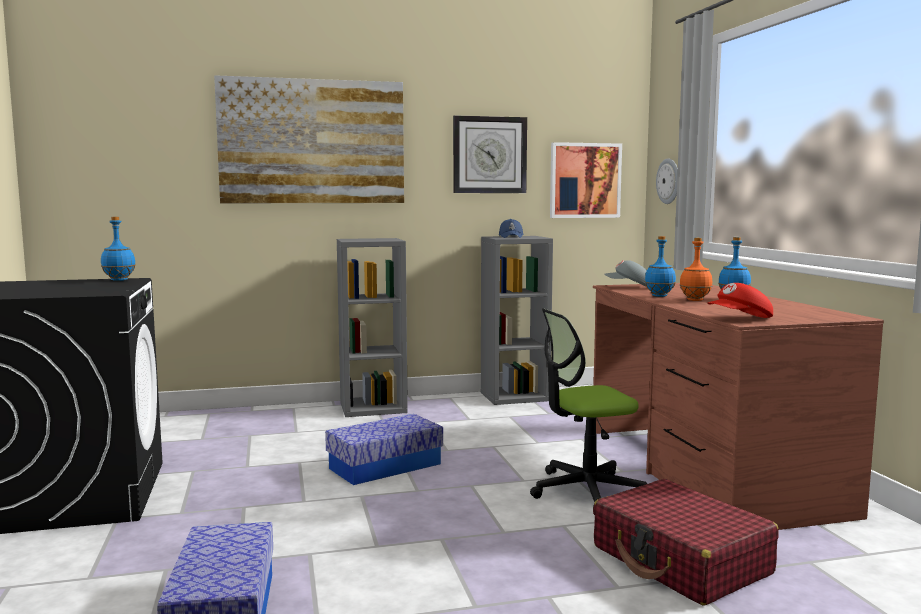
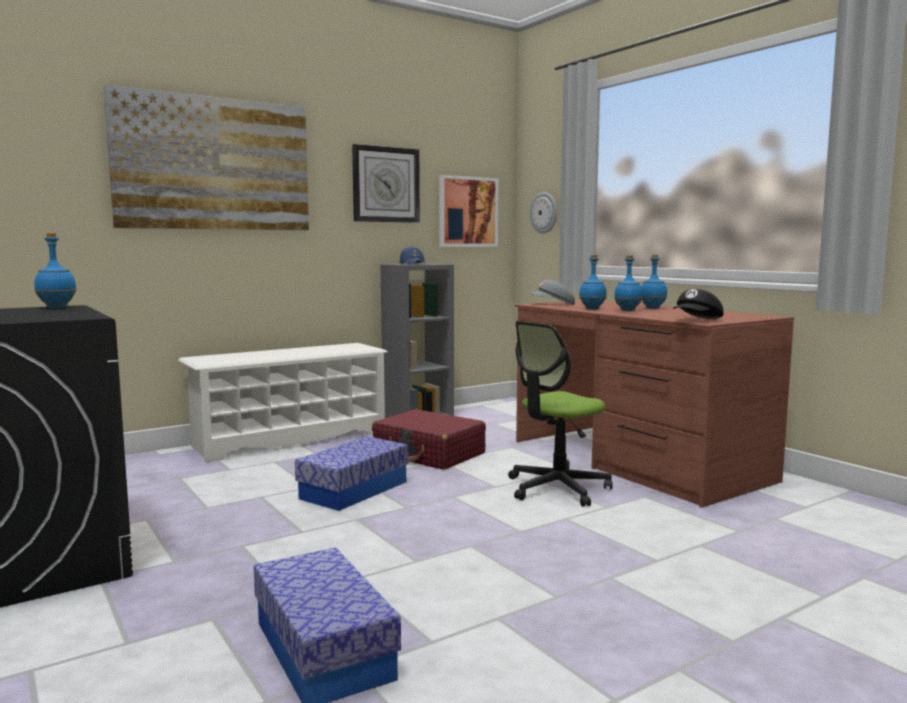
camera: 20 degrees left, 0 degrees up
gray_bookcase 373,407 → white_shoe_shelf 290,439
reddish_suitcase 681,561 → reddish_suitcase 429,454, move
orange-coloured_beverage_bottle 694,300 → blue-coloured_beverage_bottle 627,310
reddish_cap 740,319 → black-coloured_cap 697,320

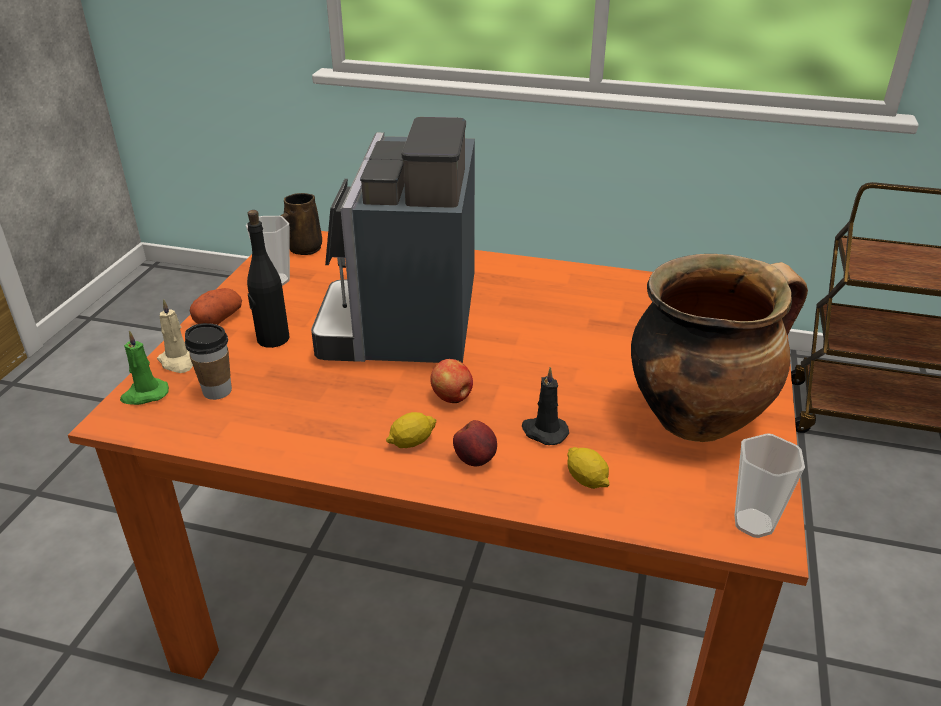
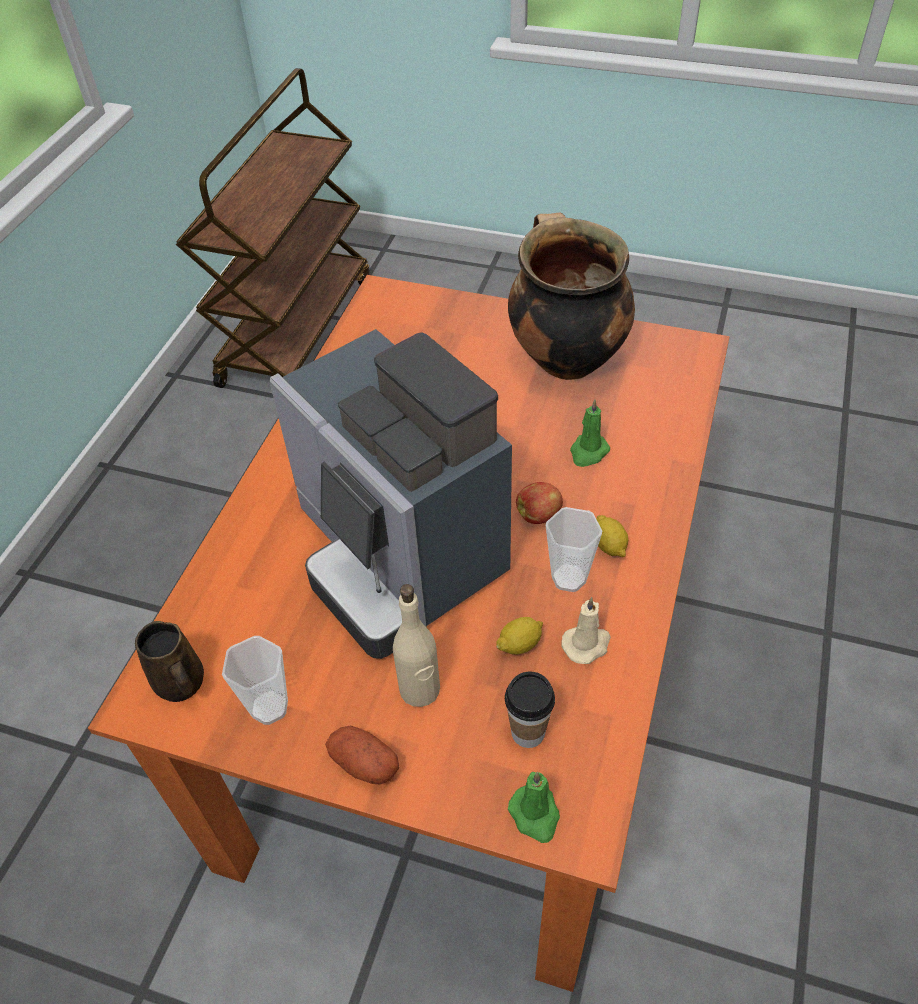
camera: 85 degrees left, 15 degrees up
coffee_maker 406,323 → coffee_maker 397,556, 45 degrees clockwise
black-coloured_beverage_bottle 272,339 → beige_beverage_bottle 420,690
citrus_fruit 586,480 → citrus_fruit 520,644, move
small_cup 753,523 → small_cup 569,578, move
beige_candle 179,361 → beige_candle 587,644, move
black-coloured_candle 544,431 → green-coloured_candle 588,452
apple_fruit 476,460 → -

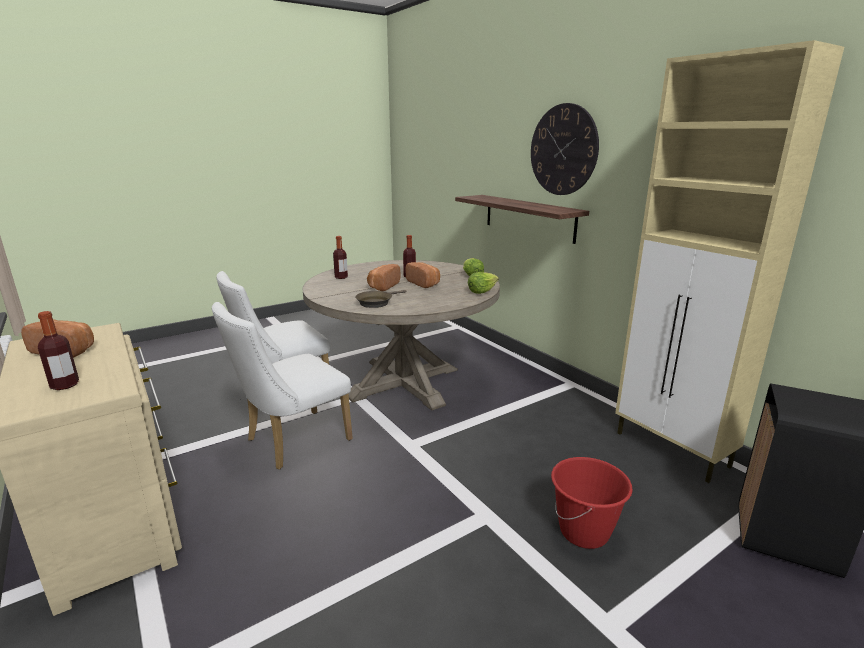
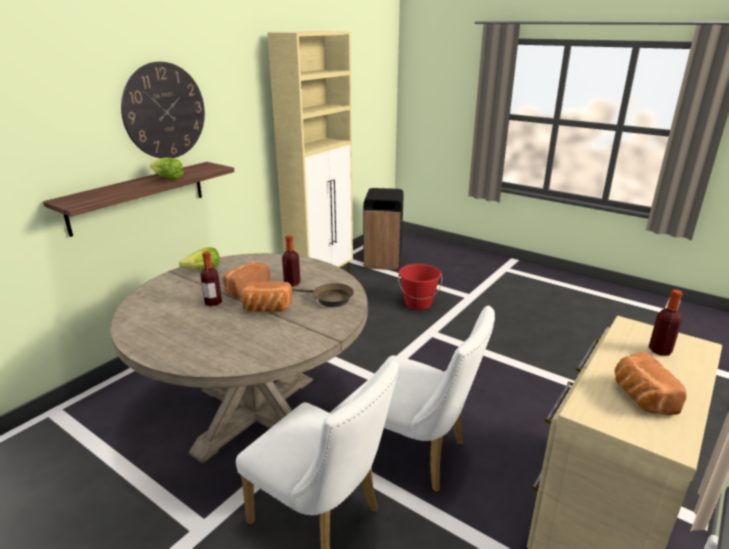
camera: 110 degrees left, 5 degrees up
lettuce 482,291 → lettuce 167,178, move
beverage_bottle 341,277 → beverage_bottle 292,283, move

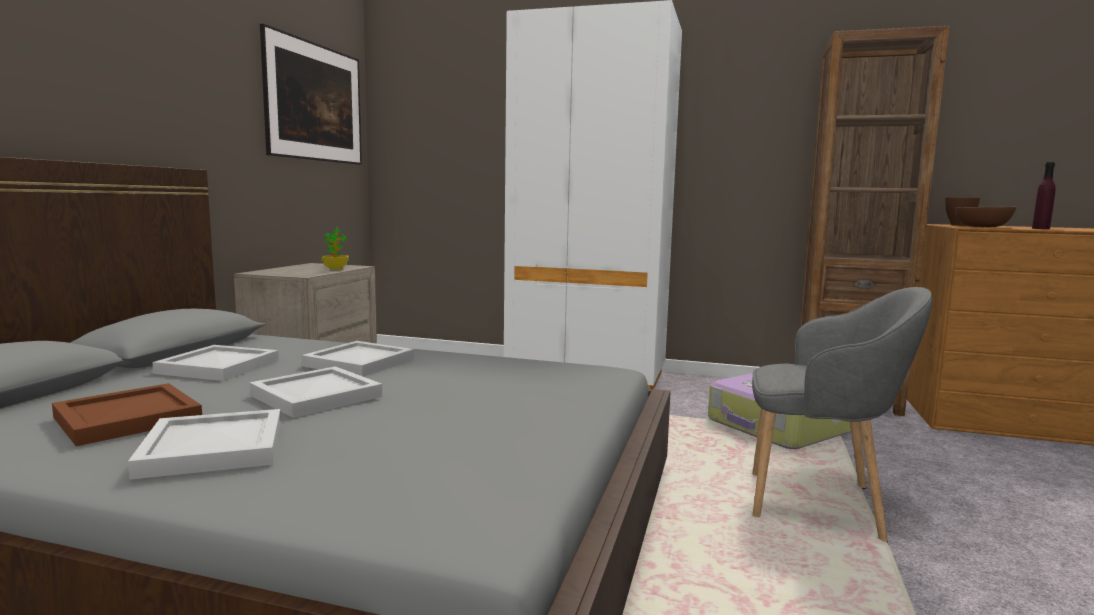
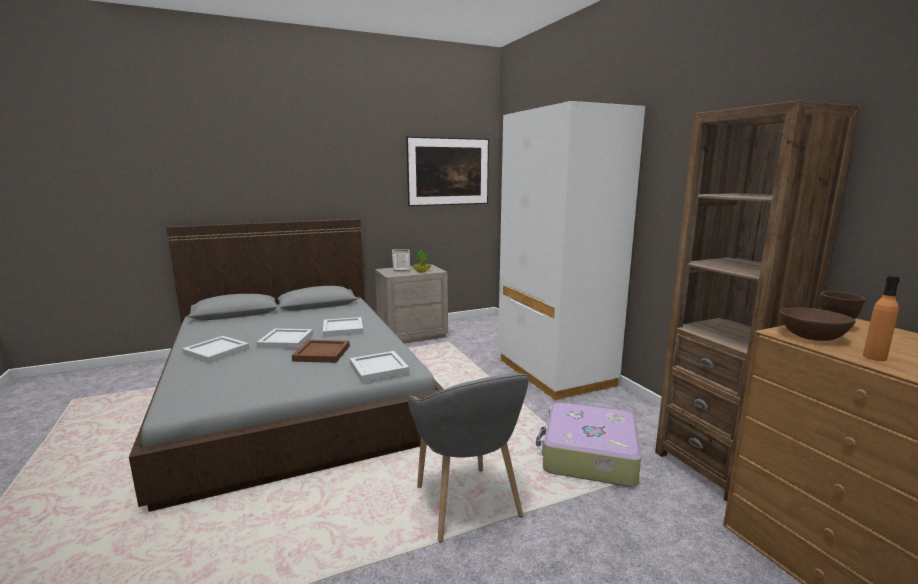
camera: 50 degrees right, 5 degrees up
brown-coloured_carrying_tray 125,418 → brown-coloured_carrying_tray 321,353, move
white_carrying_tray 220,366 → white_carrying_tray 379,369, move
- → picture_frame 401,270
purple_beverage_bottle 1040,228 → orange-coloured_beverage_bottle 874,357

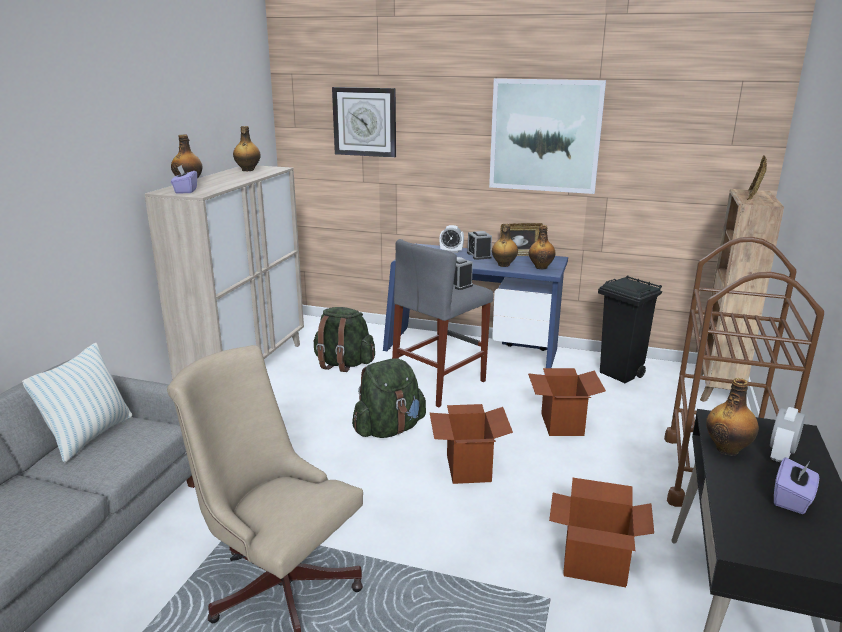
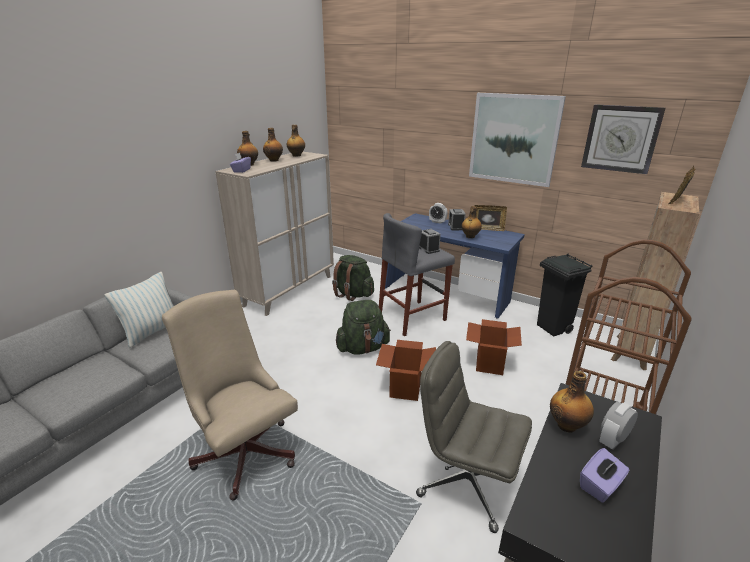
camera: 15 degrees right, 5 degrees up
beverage_bottle 541,267 → beverage_bottle 274,160, move
packing_box 594,565 → gray_office_chair 466,483
clock_on_the_wall 365,122 → clock_on_the_wall 621,138, move

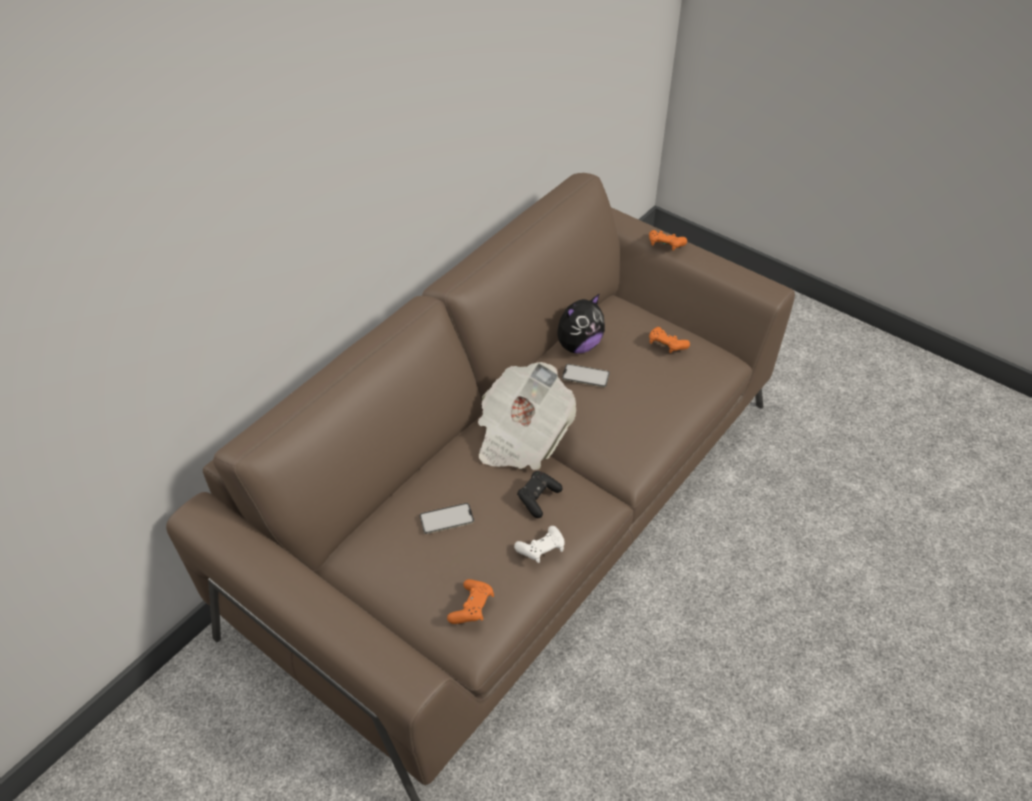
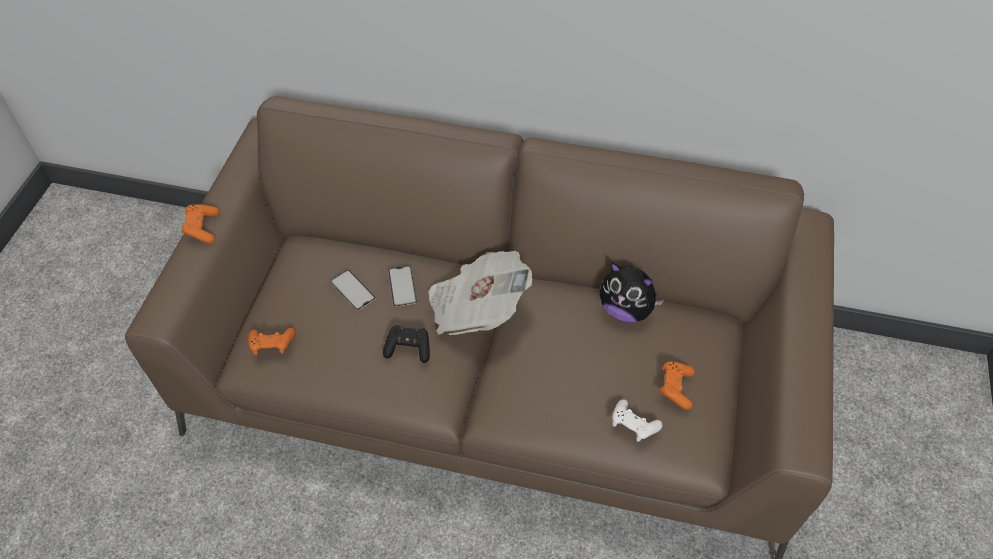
camera: 65 degrees right, 5 degrees up
orange-coloured_game_controller 665,246 → orange-coloured_game_controller 202,229, move
telephone 585,376 → telephone 402,286, move
white_game_controller 541,550 → white_game_controller 633,426, move

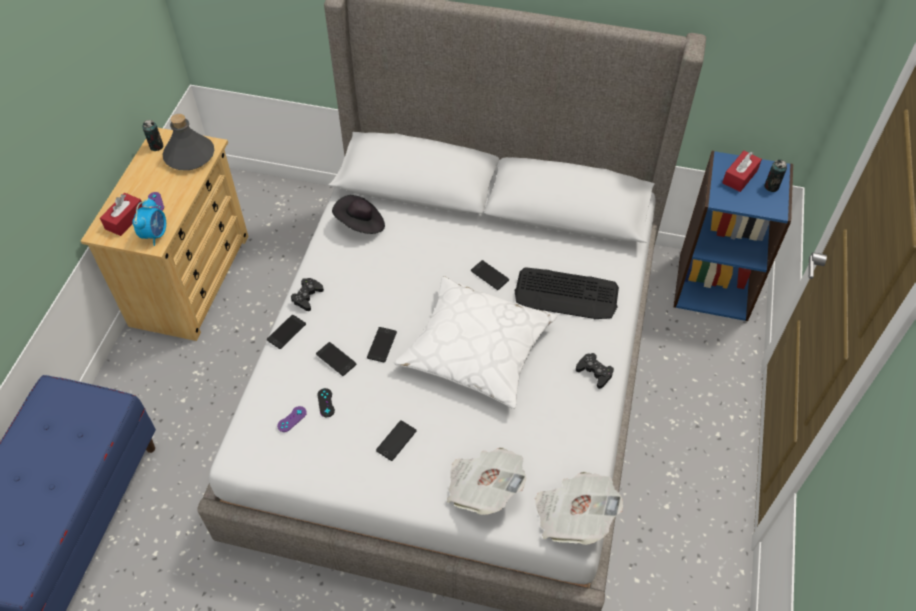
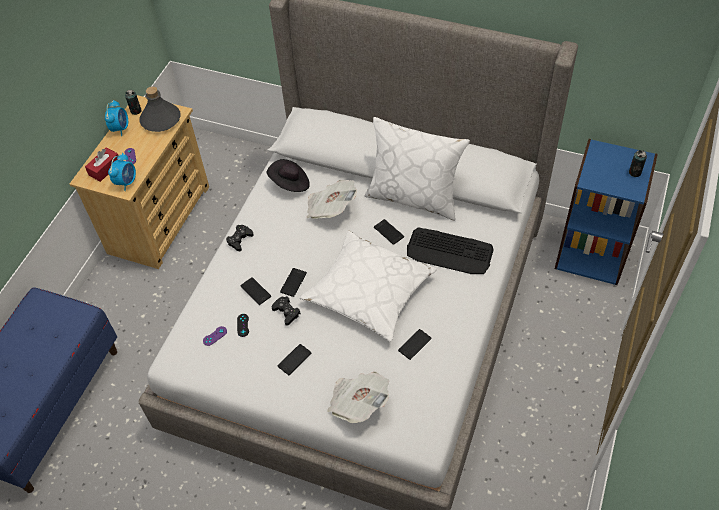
camera: 10 degrees right, 0 degrees up
- → alarm_clock 120,128
black-coloured_game_controller 594,372 → black-coloured_game_controller 286,312, move
daily_paper 573,516 → daily_paper 330,208, move
- → white_throw_pillow 414,197
telephone 286,332 → telephone 414,344, move
reddish_tissue_box 739,177 → -

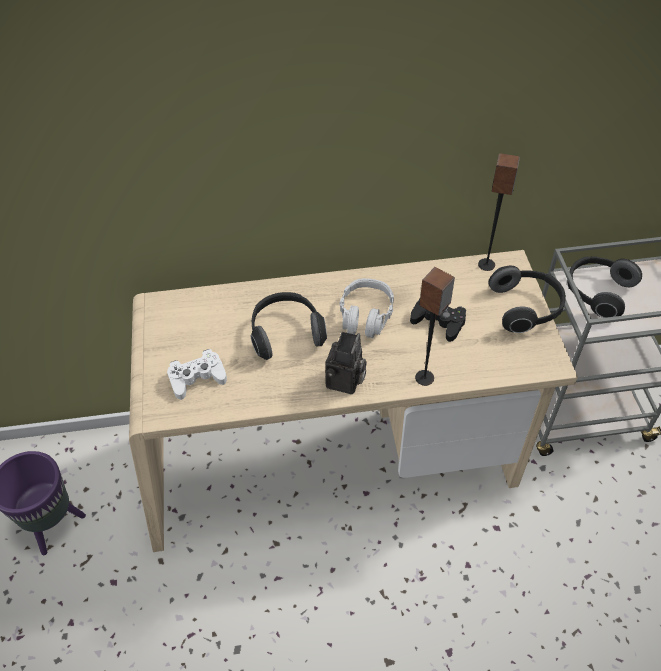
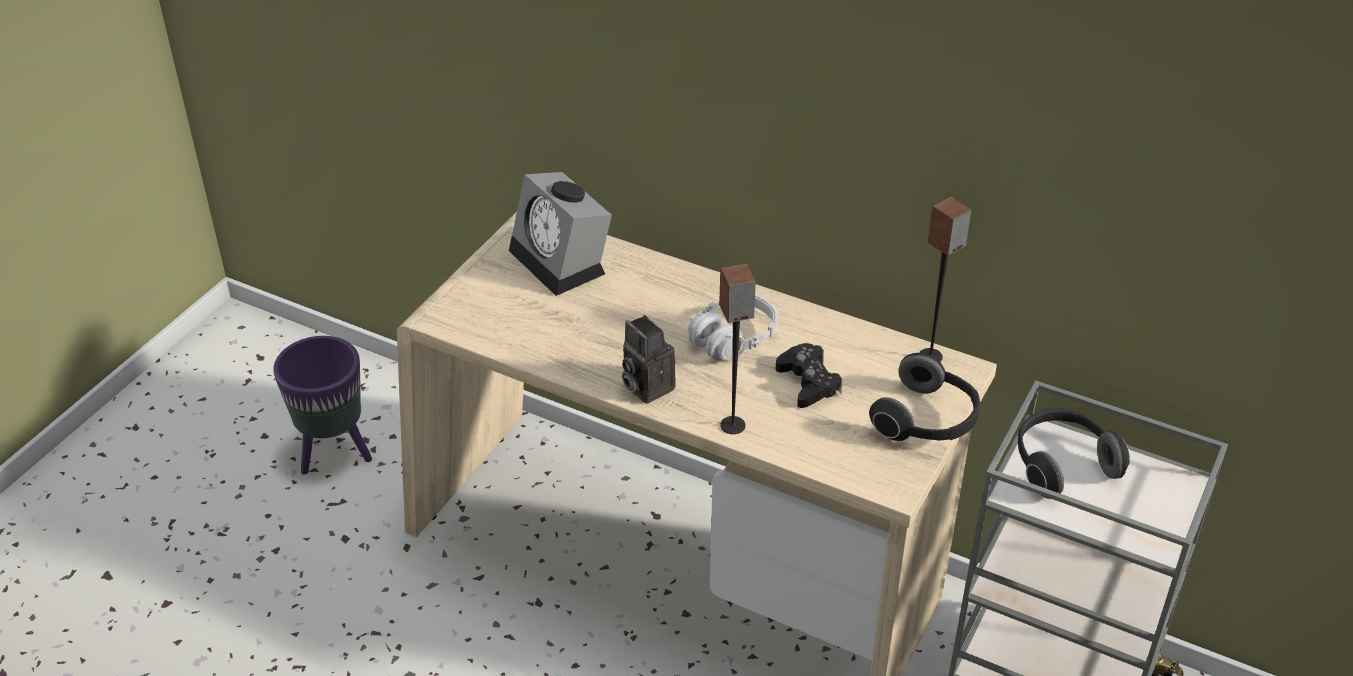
camera: 35 degrees right, 10 degrees down
- → alarm_clock 563,262
still_camera 345,382 → still_camera 645,386, 90 degrees clockwise
white_game_controller 197,378 → -
pair_of_headphones 286,333 → -

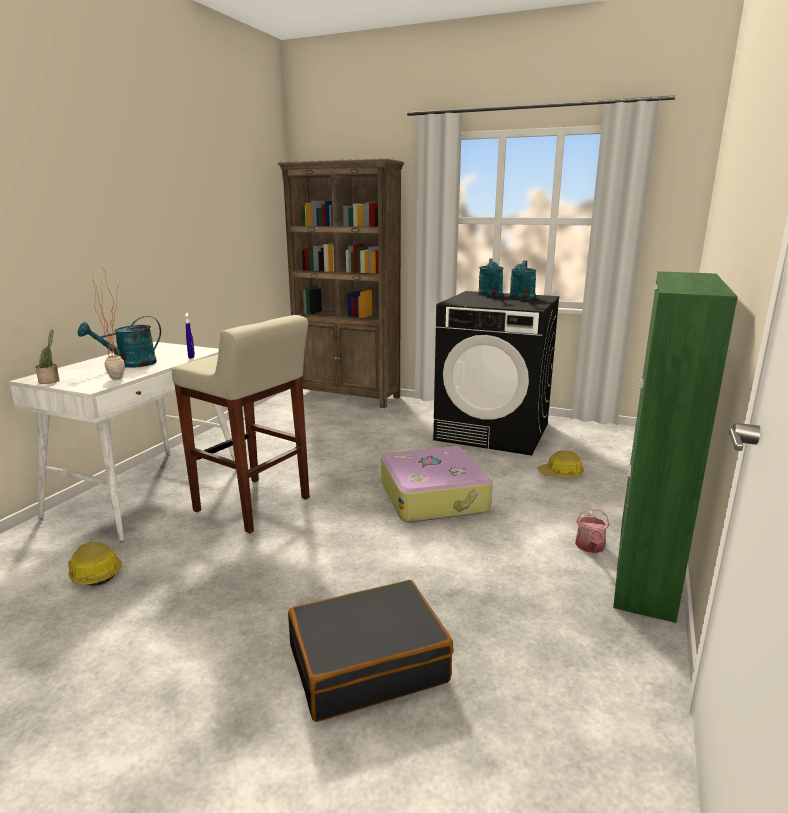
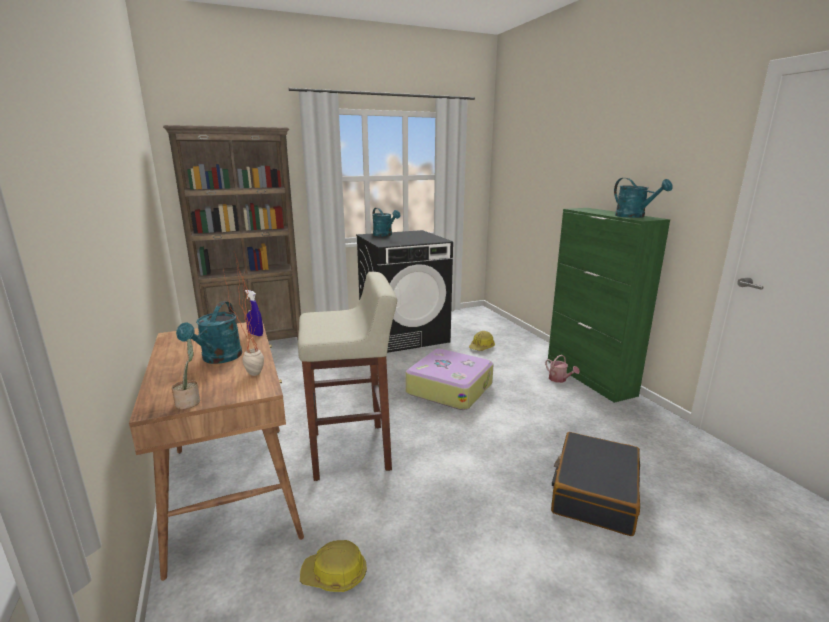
camera: 45 degrees left, 0 degrees up
white_desk 148,490 → brown-coloured_desk 232,490
turquoise_sprinkling_can 521,298 → turquoise_sprinkling_can 634,216, move

